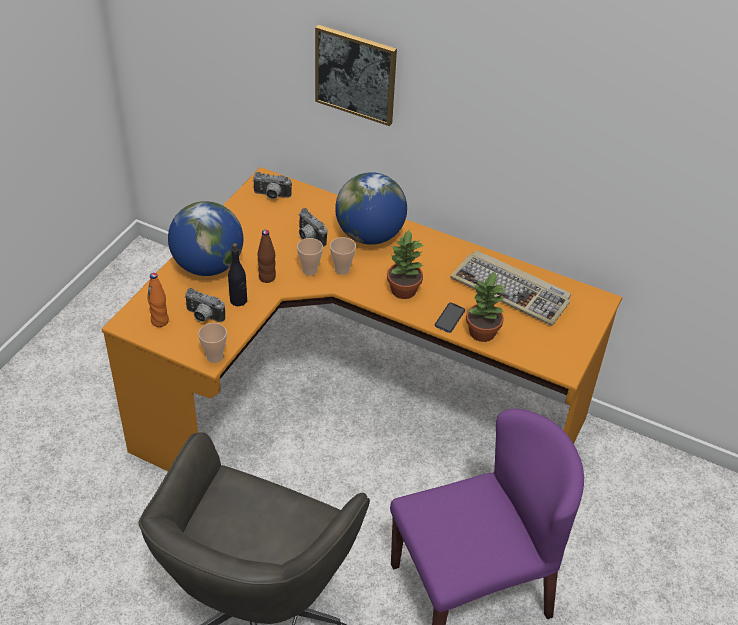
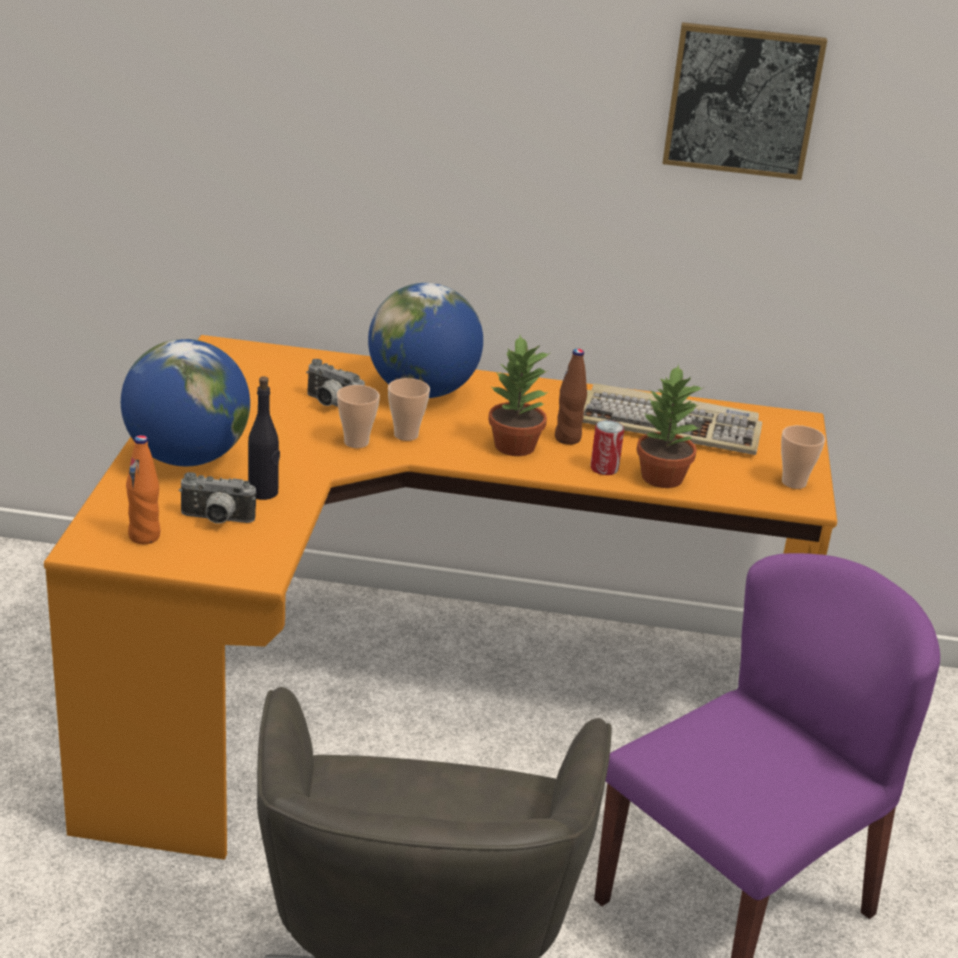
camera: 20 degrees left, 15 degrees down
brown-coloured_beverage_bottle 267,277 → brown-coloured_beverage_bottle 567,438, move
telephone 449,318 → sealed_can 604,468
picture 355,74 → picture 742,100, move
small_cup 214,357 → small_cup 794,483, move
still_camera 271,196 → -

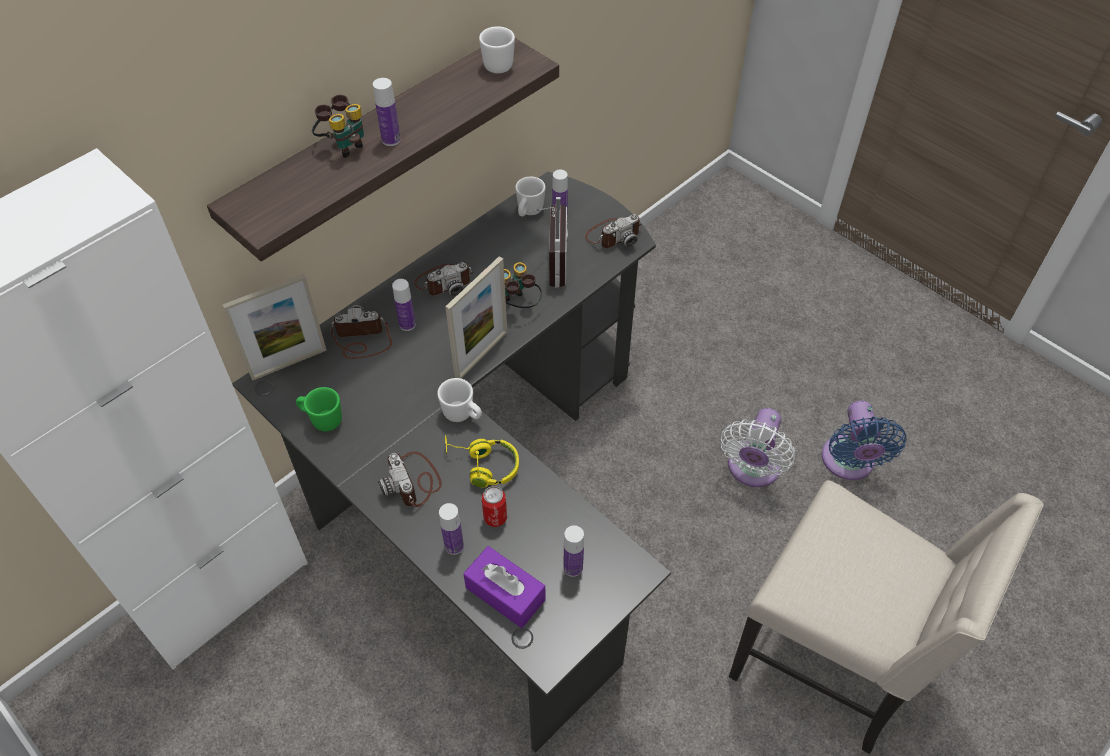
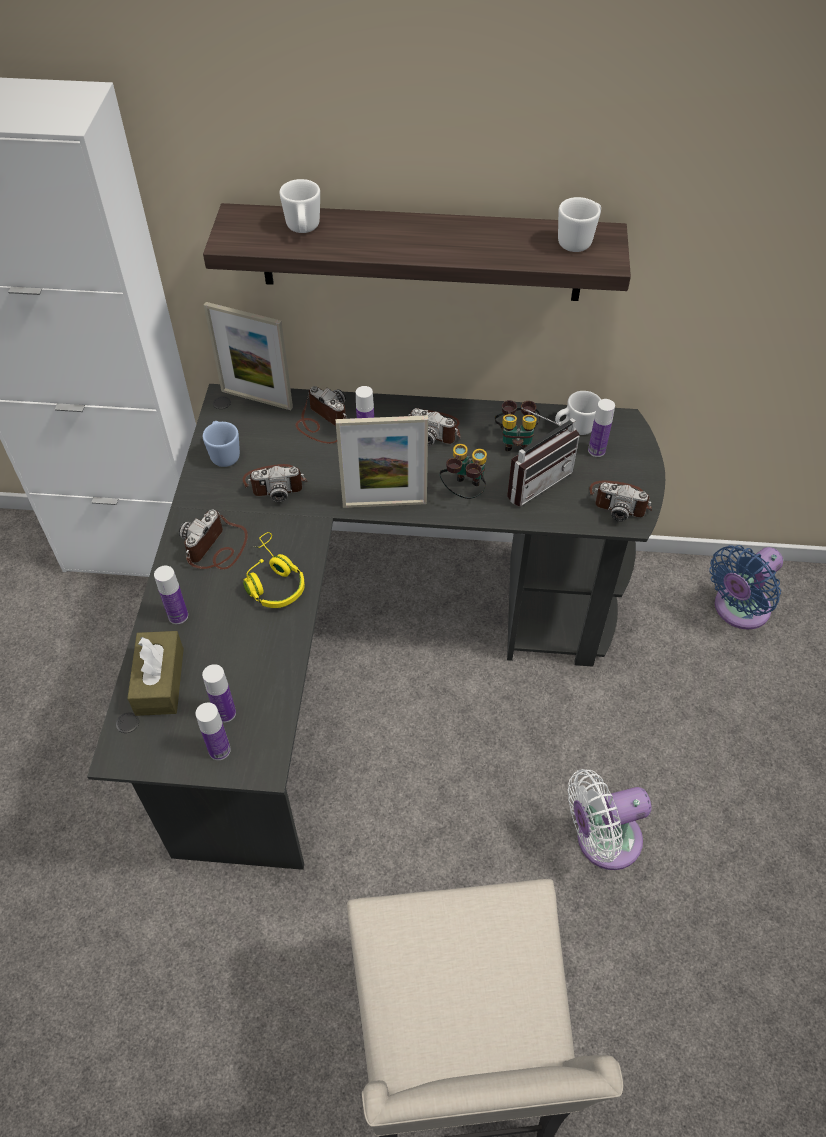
camera: 50 degrees right, 0 degrees up
purple_tissue_box 505,593 → brown-coloured_tissue_box 160,681
beverage_bottle 391,140 → beverage_bottle 219,750, move
green-coloured_coffee_mug 322,419 → blue-coloured_coffee_mug 224,454
- → still_camera 275,483
white_coffee_mug 462,415 → white_coffee_mug 303,230, move
field_glasses 343,145 → field_glasses 515,441, move
blue-coloured_cooling_fan 848,463 → blue-coloured_cooling_fan 737,610, move
sealed_can 495,517 → -

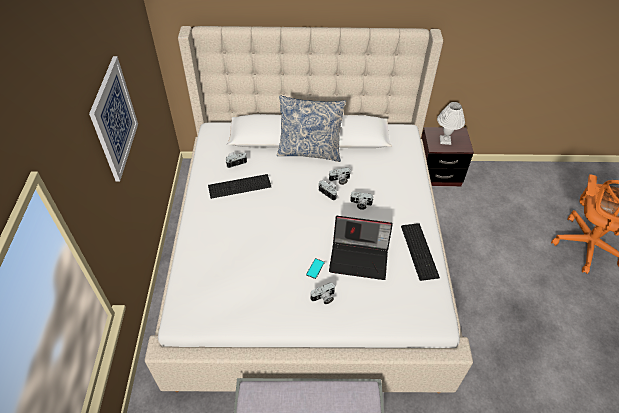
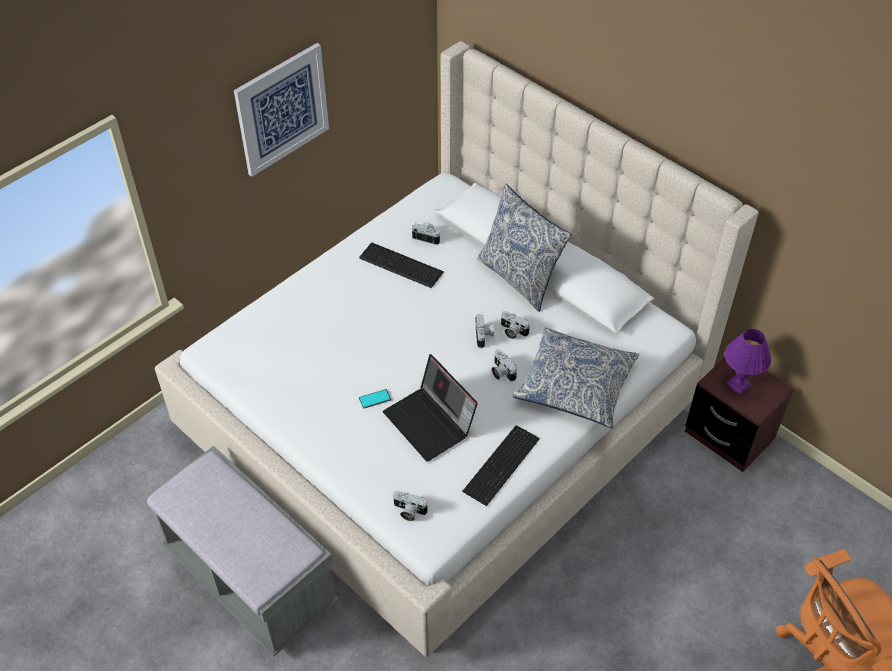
camera: 45 degrees right, 0 degrees up
still_camera 323,298 → still_camera 408,511, move
- → throw_pillow 575,385
white_tabletop_lamp 445,140 → purple_tabletop_lamp 739,384

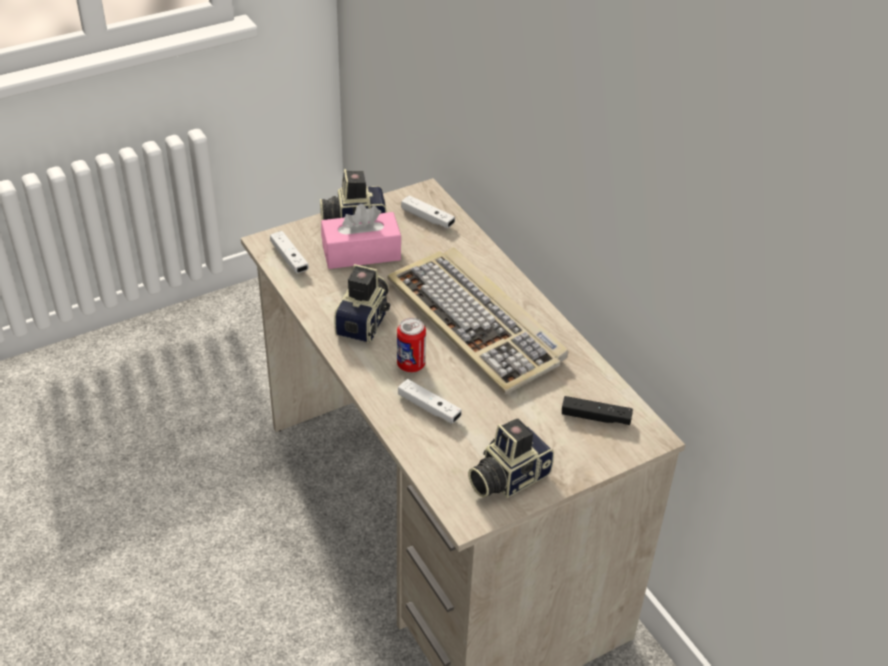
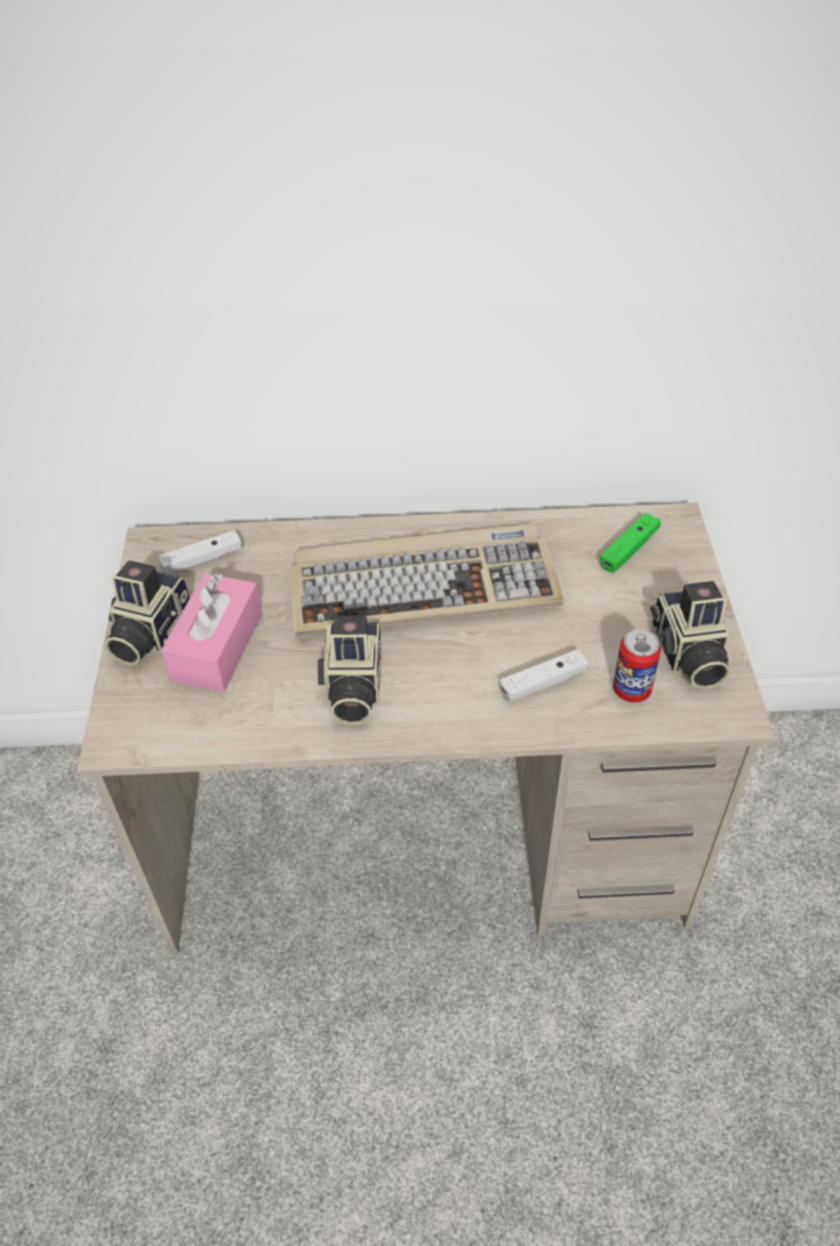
camera: 60 degrees left, 5 degrees up
still_camera 366,321 → still_camera 352,688, 135 degrees counterclockwise
black-coloured_game_controller 595,417 → green-coloured_game_controller 629,549
sealed_can 411,365 → sealed_can 631,690, move
white_game_controller 289,258 → -

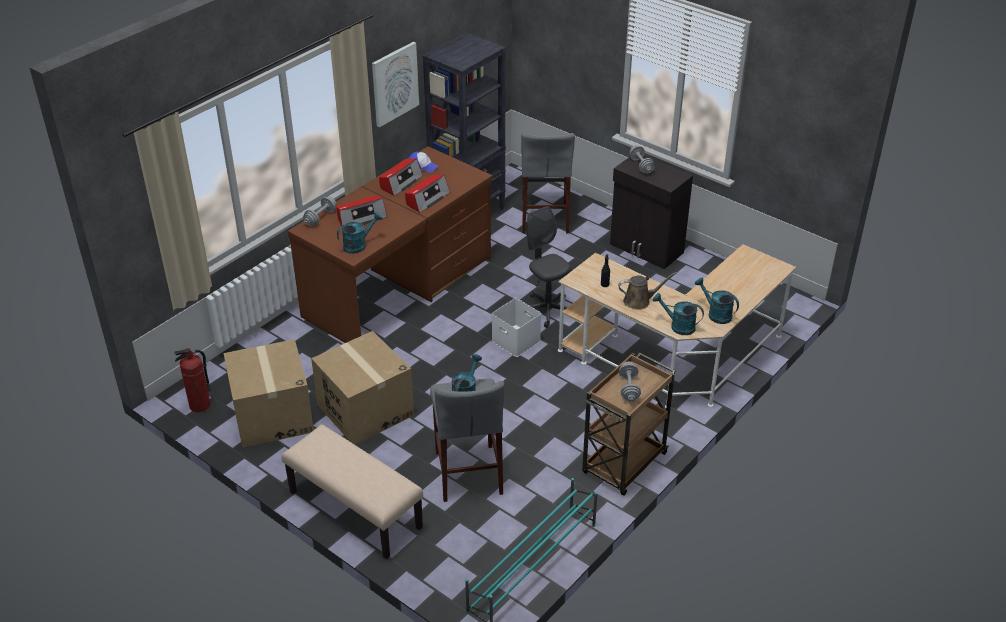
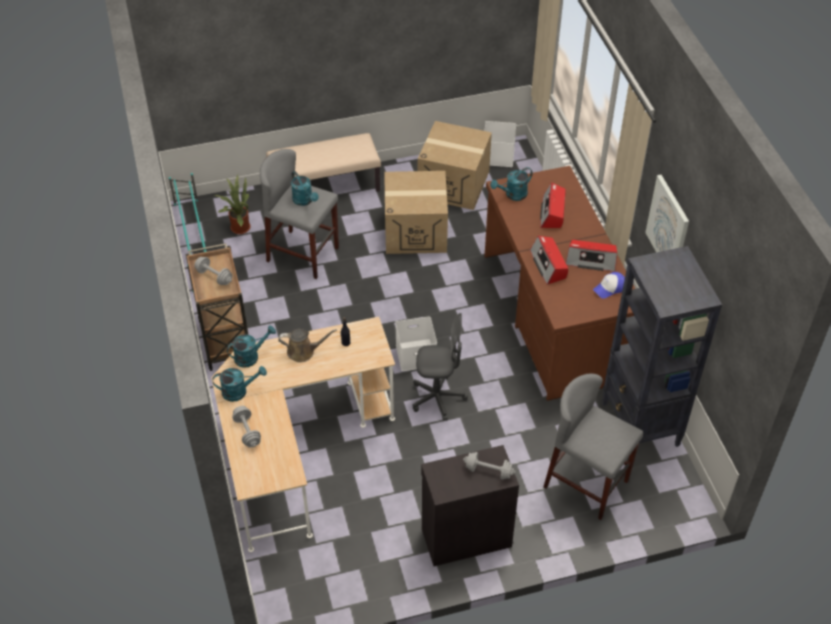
camera: 125 degrees right, 10 degrees up
- → houseplant 238,227
gray_free_weight 320,218 → gray_free_weight 247,432, move
brown-coloured_sprinkling_can 639,301 → brown-coloured_sprinkling_can 303,352, 120 degrees counterclockwise
extinguisher 200,405 → white_storage_container 497,155
turquoise_sprinkling_can 358,245 → turquoise_sprinkling_can 512,195, 60 degrees clockwise
radio 400,182 → radio 591,260, 60 degrees counterclockwise

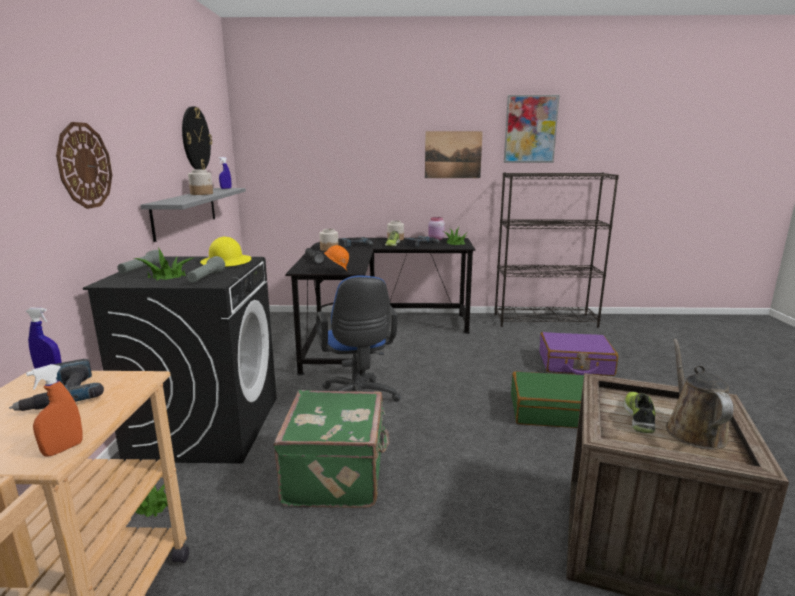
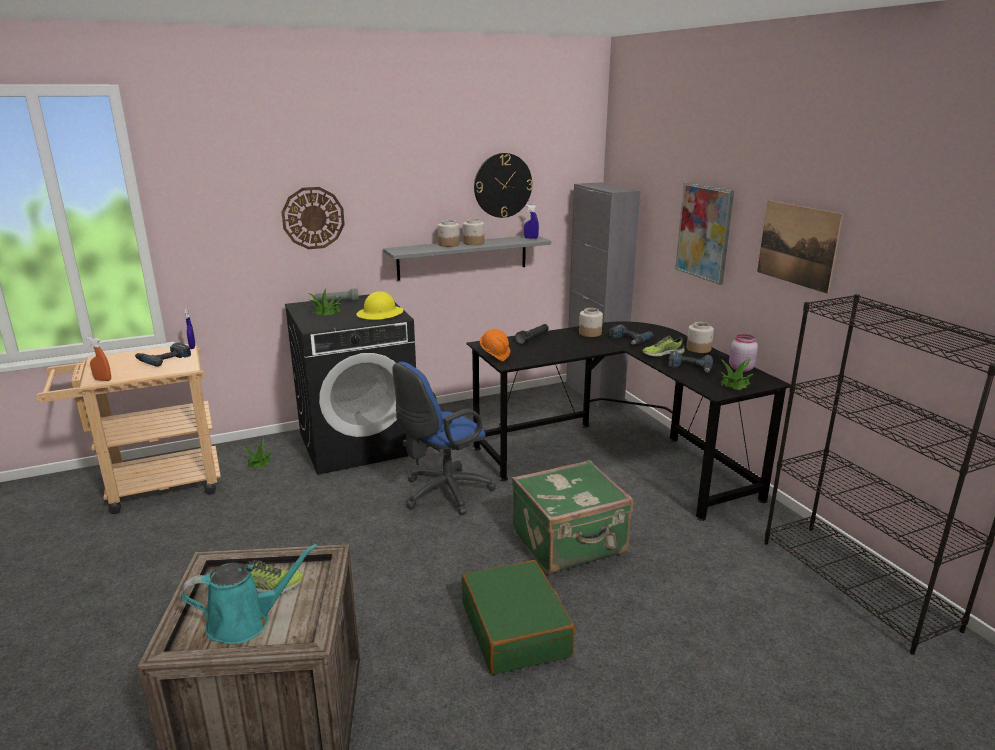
camera: 65 degrees right, 5 degrees up
brown-coloured_sprinkling_can 692,430 → turquoise_sprinkling_can 245,622
- → storage_jar 449,244
green-coloured_suitcase 337,475 → green-coloured_suitcase 570,544, move
- → gray_cupboard 594,393
picture 530,129 → picture 704,232, move
gray_torch 206,278 → -
purple_suitcase 575,364 → -

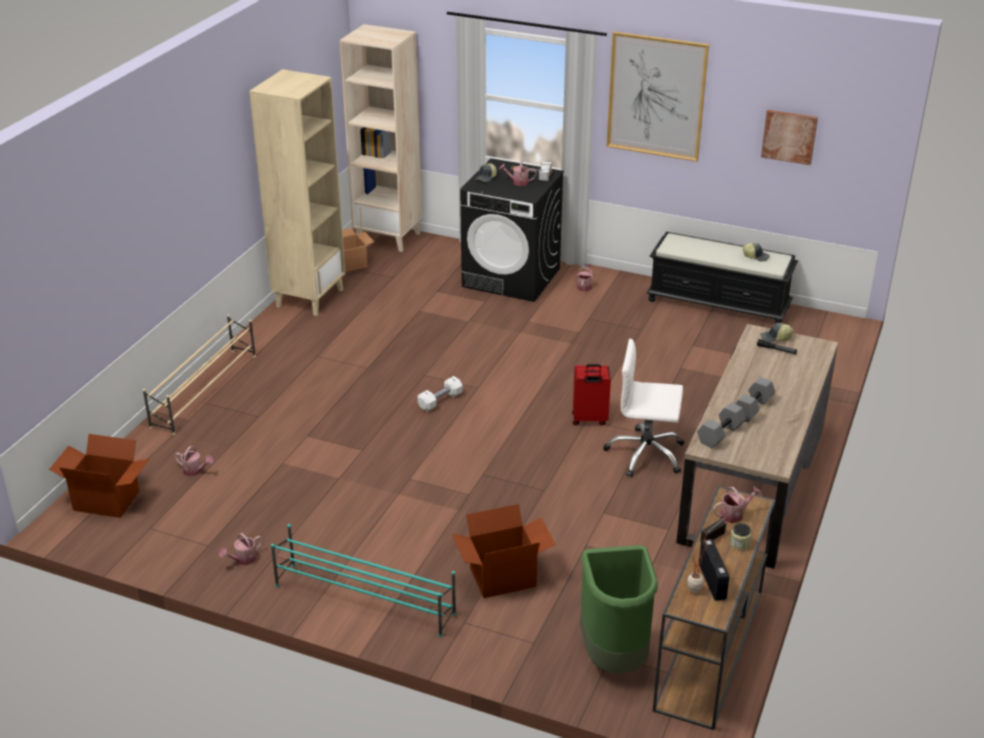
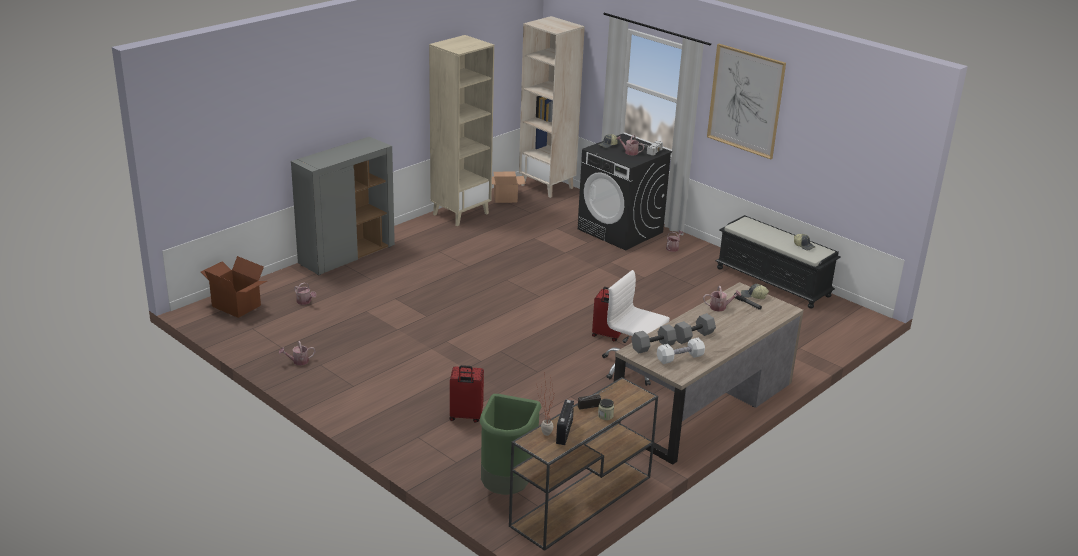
camera: 20 degrees right, 5 degrees down
beige_shoe_shelf 205,390 → gray_cupboard 347,255
packing_box 502,576 → reddish_suitcase 465,417
white_free_weight 440,401 → white_free_weight 680,358, move
sprinkling_can 734,514 → sprinkling_can 720,307, move
turquoise_shoe_shelf 364,599 → -
picture 789,136 → -

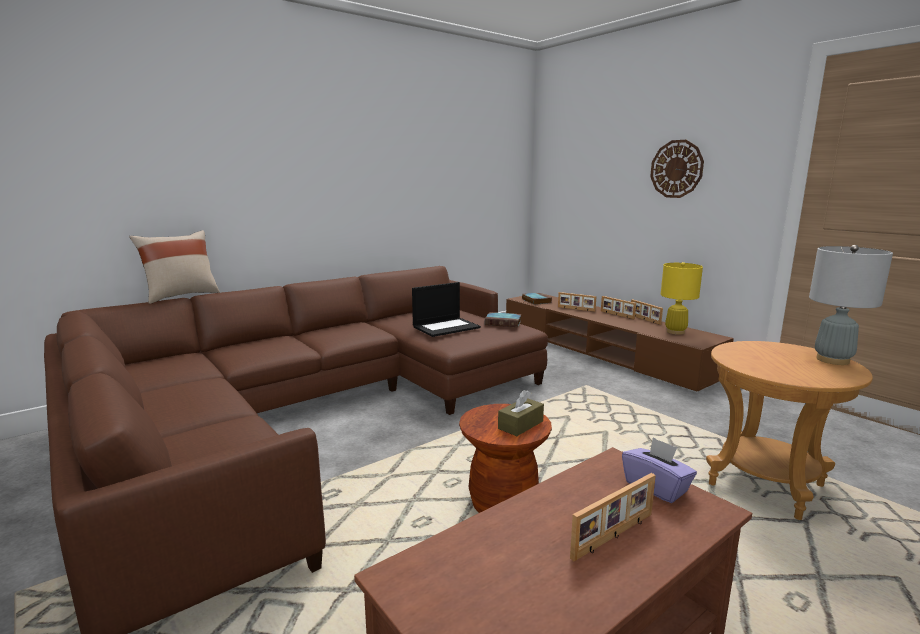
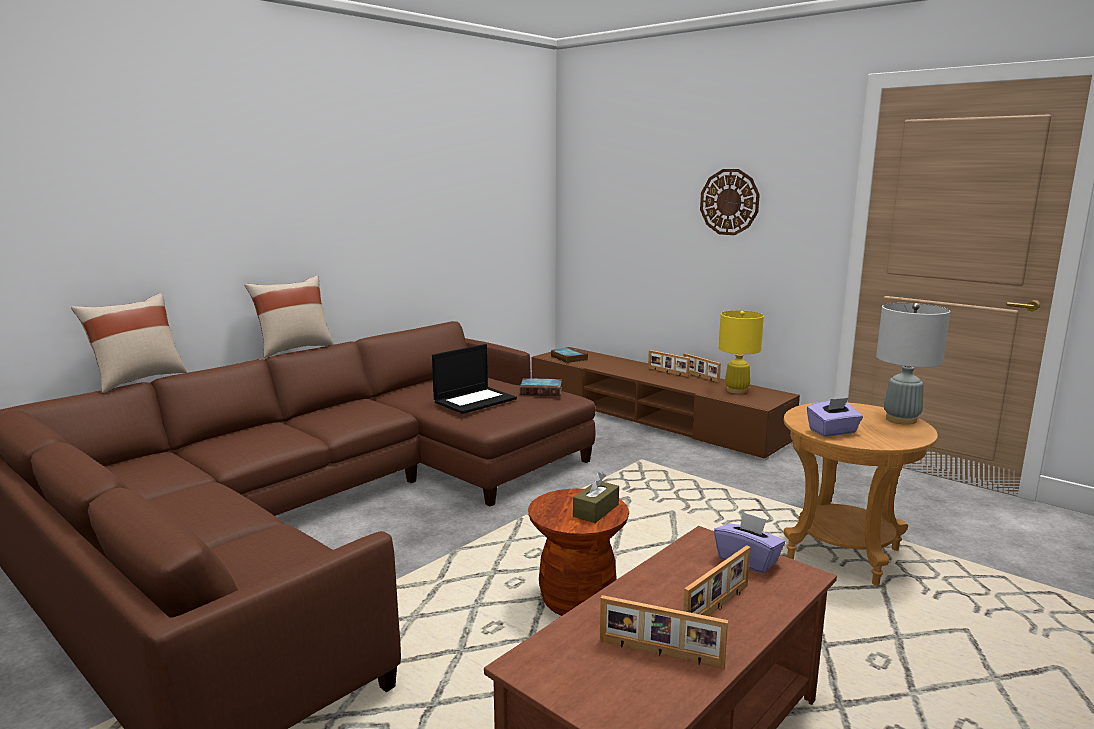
camera: 10 degrees left, 0 degrees up
- → beige_throw_pillow 293,349
picture_frame 576,309 → picture_frame 660,654, move
- → purple_tissue_box 833,432

